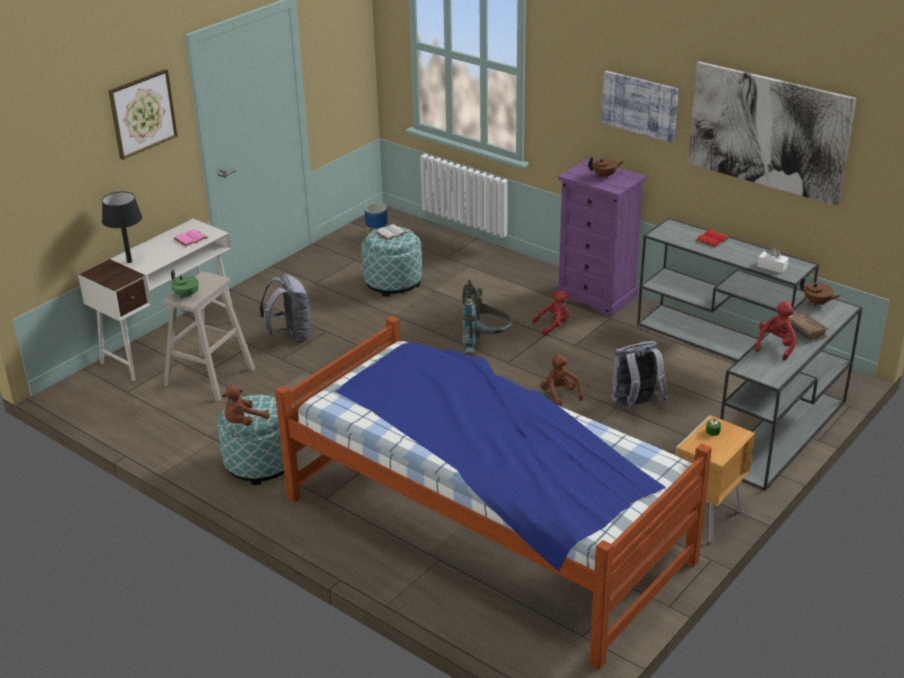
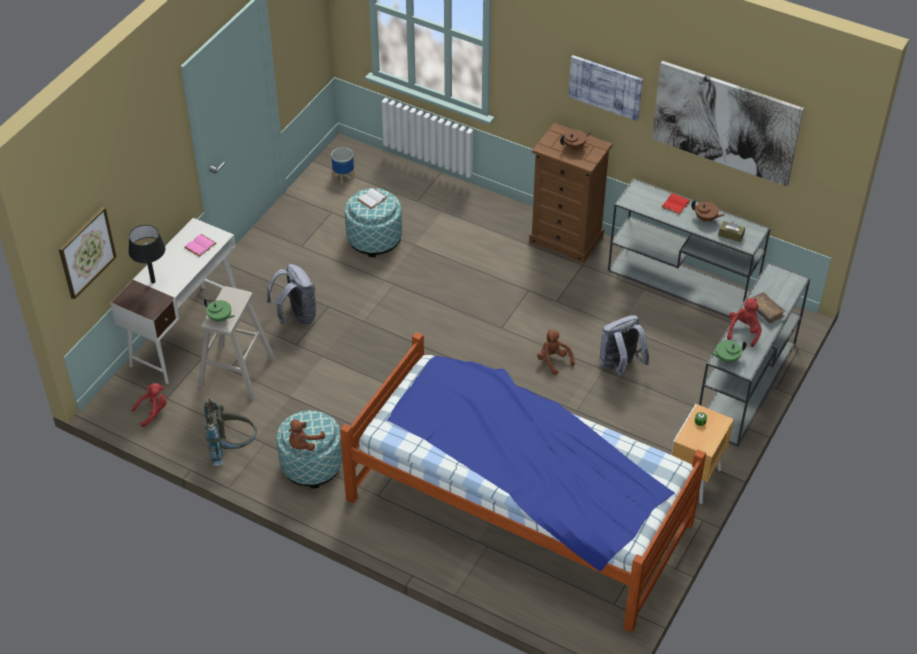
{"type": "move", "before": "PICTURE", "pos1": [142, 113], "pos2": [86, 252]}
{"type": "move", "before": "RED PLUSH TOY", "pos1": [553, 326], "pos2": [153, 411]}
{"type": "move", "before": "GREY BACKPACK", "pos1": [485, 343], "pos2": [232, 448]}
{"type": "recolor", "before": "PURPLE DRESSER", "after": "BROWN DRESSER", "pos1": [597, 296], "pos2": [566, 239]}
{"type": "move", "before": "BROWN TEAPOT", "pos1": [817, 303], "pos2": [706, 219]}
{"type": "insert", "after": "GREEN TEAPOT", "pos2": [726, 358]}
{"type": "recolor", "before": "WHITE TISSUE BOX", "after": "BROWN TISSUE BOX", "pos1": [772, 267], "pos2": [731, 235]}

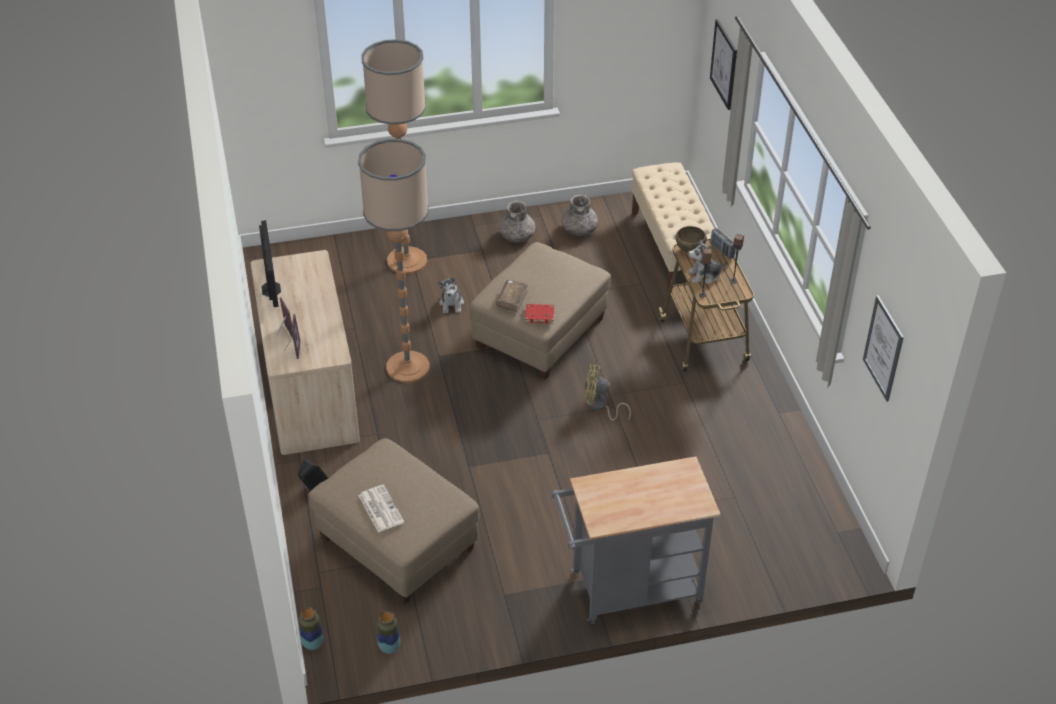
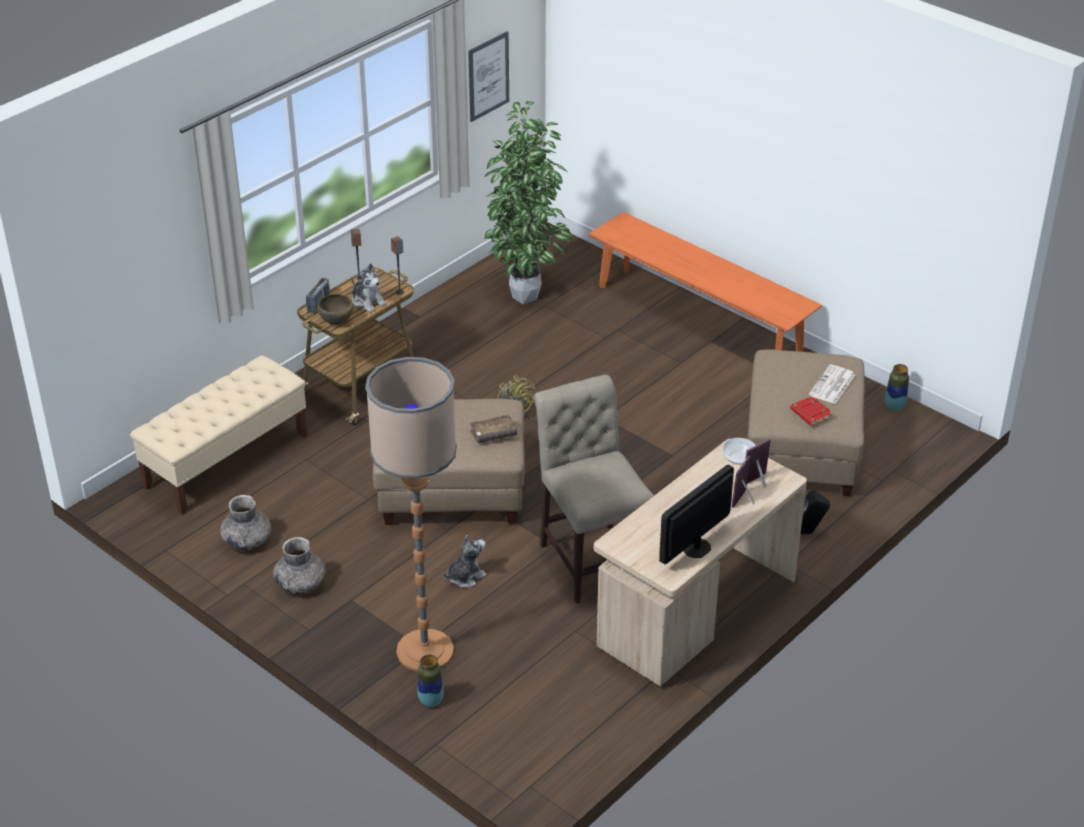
{"type": "move", "before": "VASE", "pos1": [313, 643], "pos2": [431, 701]}
{"type": "insert", "after": "POTTED PLANT", "pos2": [528, 295]}
{"type": "replace", "before": "FLOOR LAMP", "after": "BEIGE CHAIR", "pos1": [408, 367], "pos2": [592, 558]}
{"type": "replace", "before": "GREY CART", "after": "ORANGE BENCH", "pos1": [628, 590], "pos2": [698, 320]}
{"type": "insert", "after": "BOWL", "pos2": [739, 458]}
{"type": "move", "before": "RED BOOK", "pos1": [540, 315], "pos2": [810, 414]}
{"type": "delete", "before": "PICTURE", "pos1": [724, 64]}

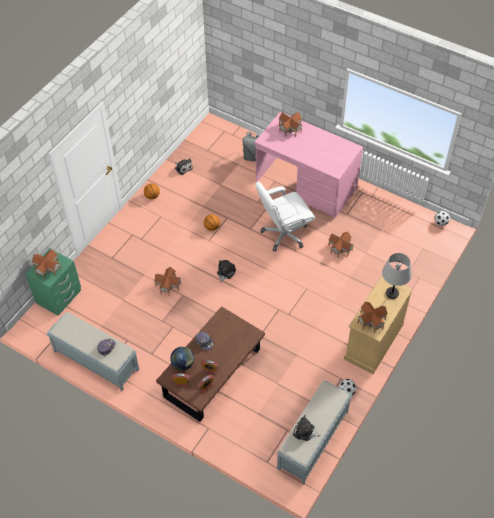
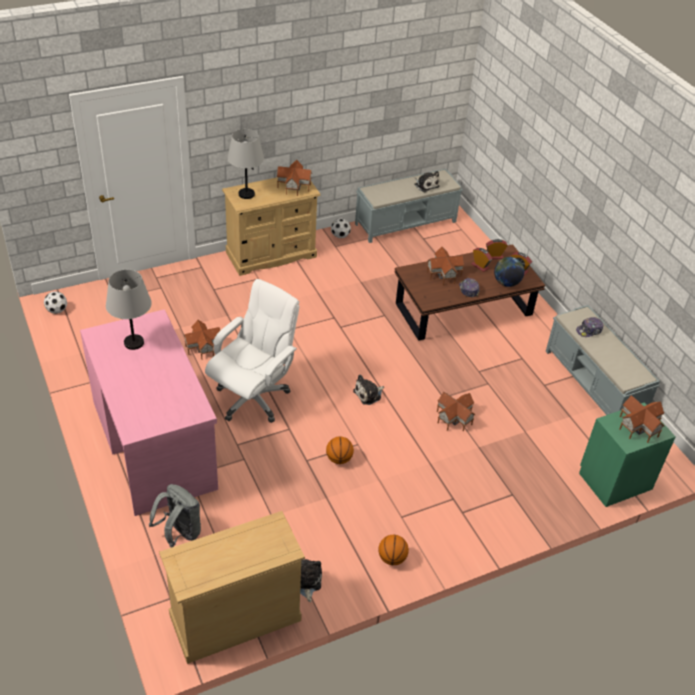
{"type": "insert", "after": "GREY TABLE LAMP", "pos2": [134, 343]}
{"type": "insert", "after": "BEIGE DRESSER", "pos2": [235, 617]}
{"type": "rotate", "before": "WHITE OFFICE CHAIR", "pos1": [284, 234], "pos2": [253, 398], "turn": -60}
{"type": "move", "before": "TOY HOUSE", "pos1": [290, 129], "pos2": [444, 273]}

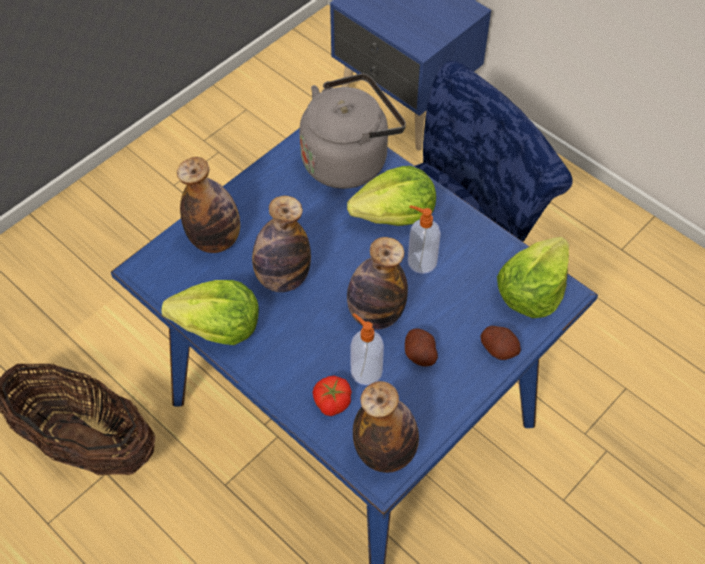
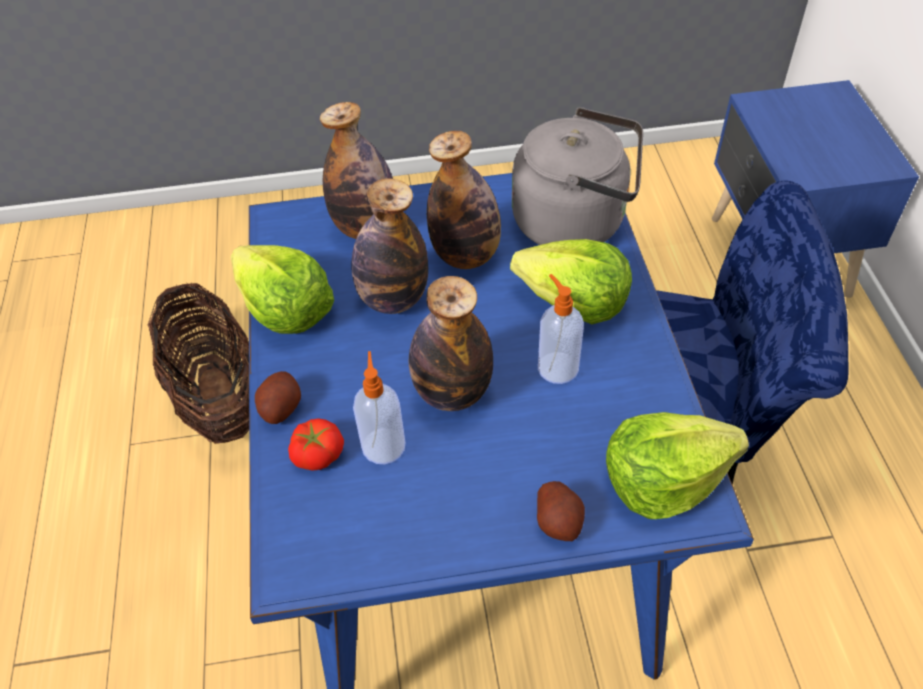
{"type": "move", "before": "POTATO", "pos1": [420, 354], "pos2": [280, 408]}
{"type": "move", "before": "BOTTLE", "pos1": [385, 452], "pos2": [466, 255]}

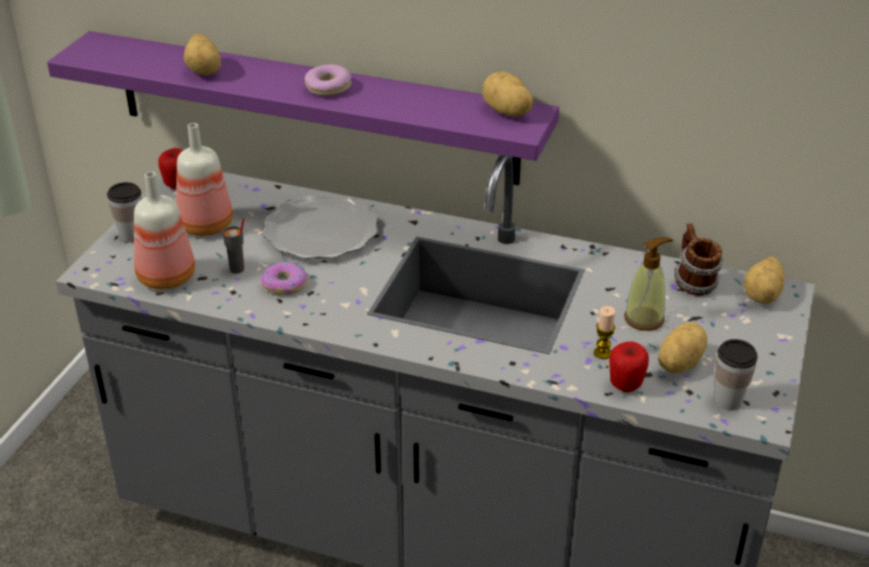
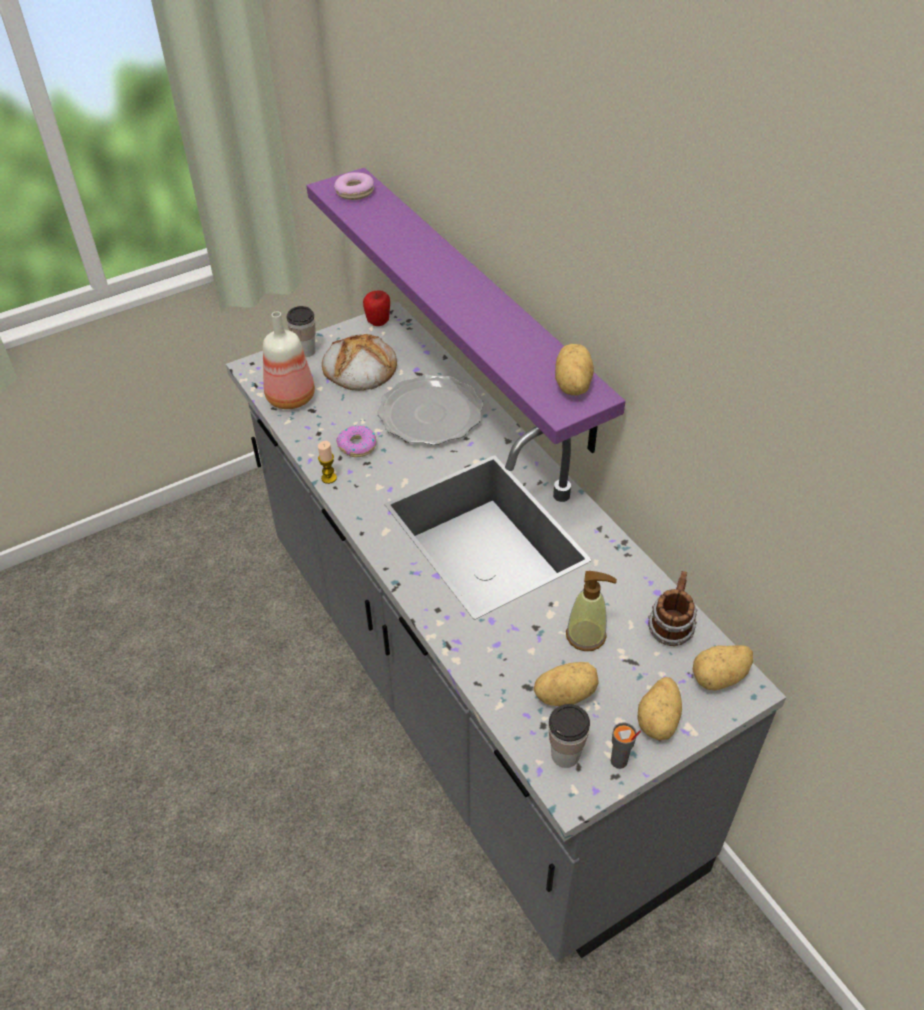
{"type": "move", "before": "CANDLE", "pos1": [602, 353], "pos2": [329, 478]}
{"type": "replace", "before": "BOTTLE", "after": "BREAD", "pos1": [206, 226], "pos2": [359, 368]}
{"type": "move", "before": "DONUT", "pos1": [328, 88], "pos2": [354, 192]}
{"type": "move", "before": "GREY CUP", "pos1": [237, 269], "pos2": [619, 761]}
{"type": "move", "before": "POTATO", "pos1": [205, 71], "pos2": [659, 720]}
{"type": "delete", "before": "APPLE", "pos1": [625, 385]}

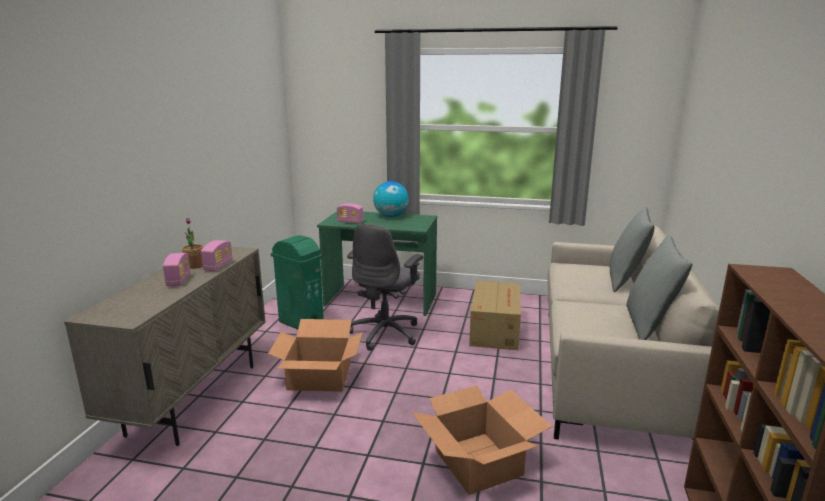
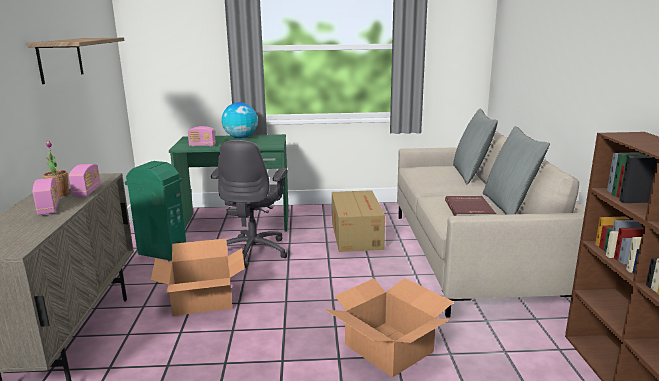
{"type": "insert", "after": "SHELF", "pos2": [60, 59]}
{"type": "insert", "after": "RED BOOK", "pos2": [470, 210]}

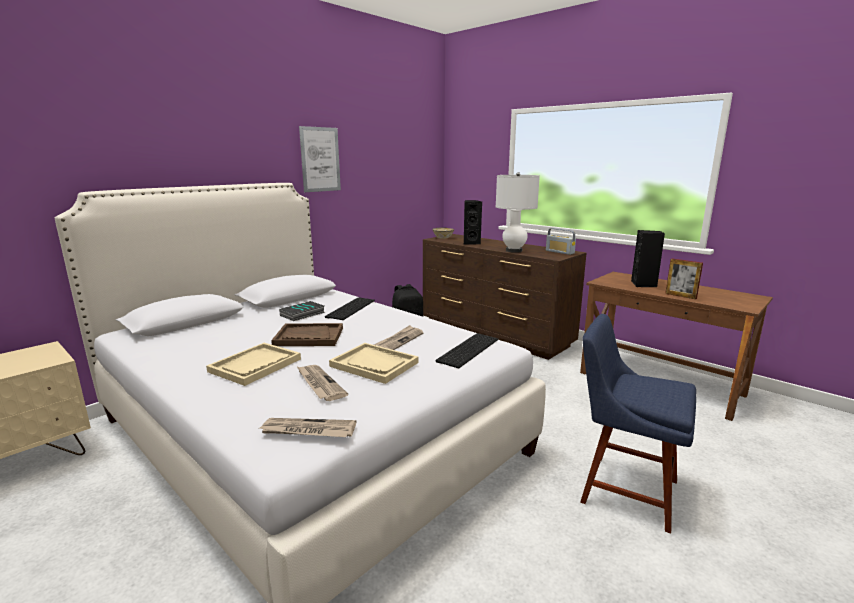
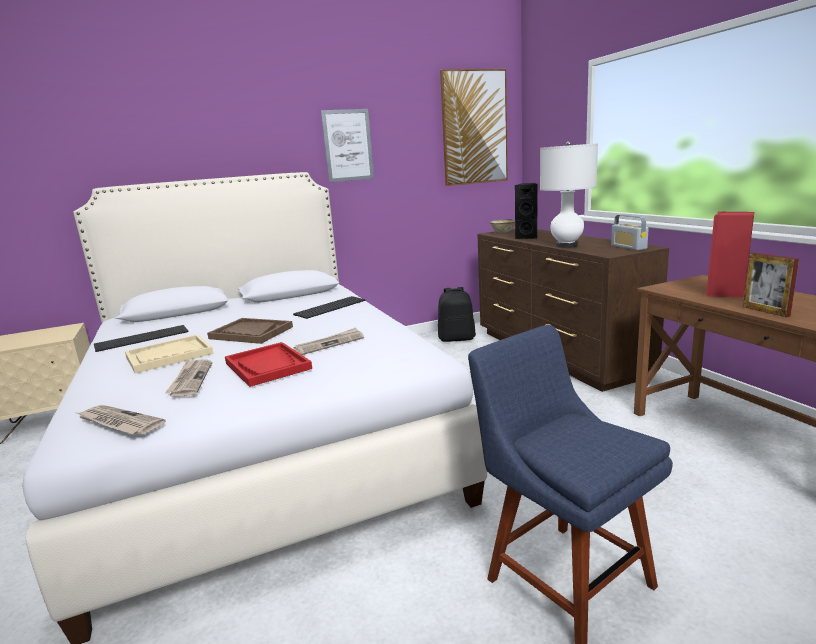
{"type": "move", "before": "KEYBOARD", "pos1": [467, 349], "pos2": [143, 338]}
{"type": "recolor", "before": "BEIGE TRAY", "after": "RED TRAY", "pos1": [374, 364], "pos2": [268, 366]}
{"type": "insert", "after": "PICTURE", "pos2": [474, 128]}
{"type": "recolor", "before": "BLACK SPEAKER", "after": "RED SPEAKER", "pos1": [644, 284], "pos2": [725, 293]}
{"type": "delete", "before": "BOOK", "pos1": [302, 314]}

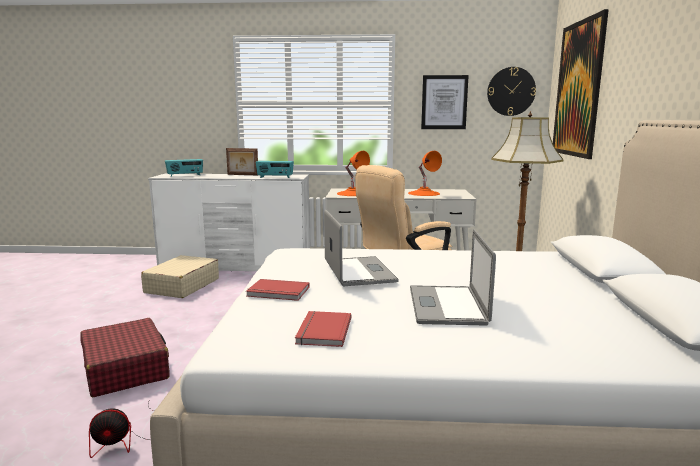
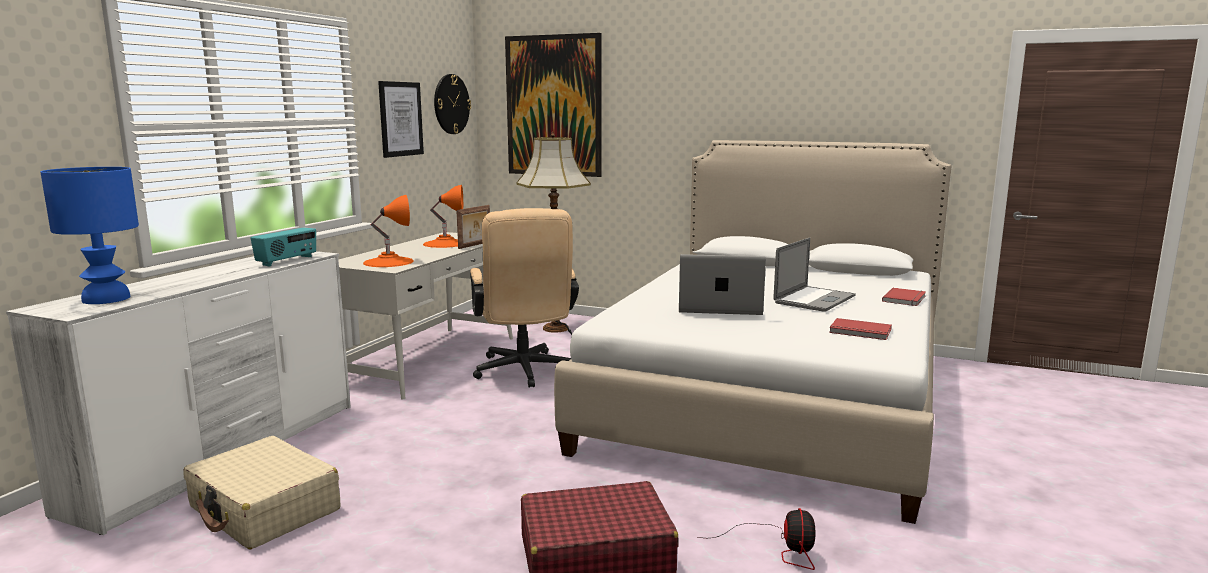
{"type": "replace", "before": "RADIO", "after": "BLUE TABLE LAMP", "pos1": [185, 175], "pos2": [106, 298]}
{"type": "move", "before": "PICTURE FRAME", "pos1": [242, 175], "pos2": [475, 245]}
{"type": "rotate", "before": "LAPTOP", "pos1": [447, 305], "pos2": [814, 299], "turn": -75}
{"type": "move", "before": "RED BOOK", "pos1": [278, 292], "pos2": [905, 299]}

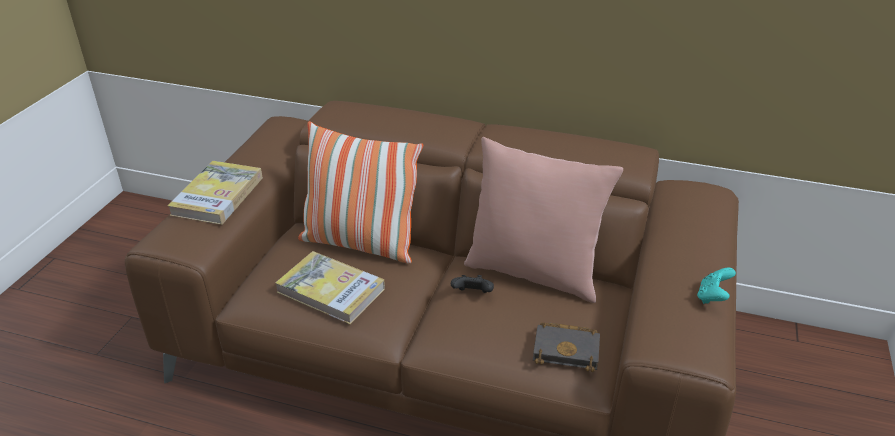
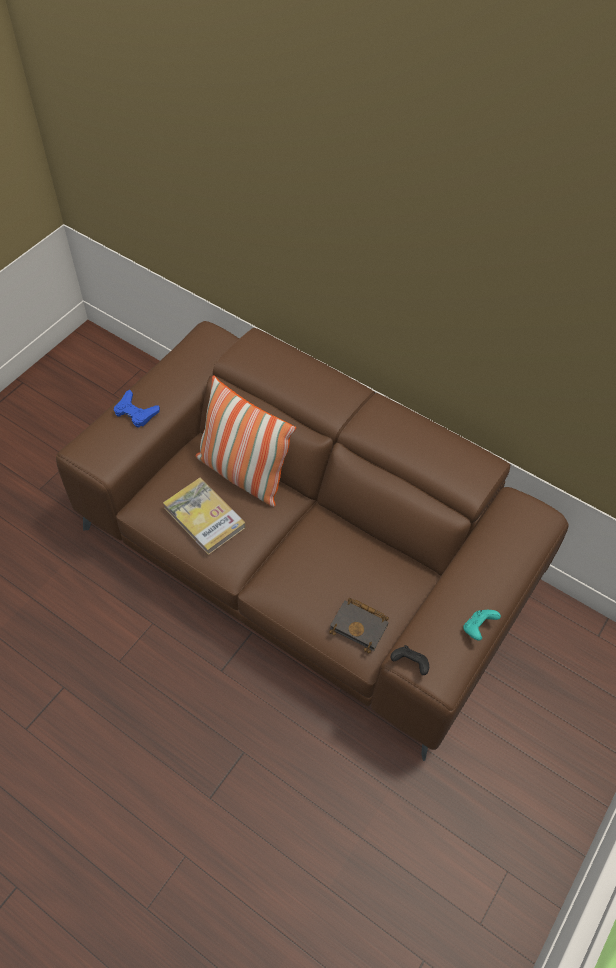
{"type": "replace", "before": "BOOK", "after": "BLUE GAME CONTROLLER", "pos1": [218, 196], "pos2": [135, 412]}
{"type": "move", "before": "BLACK GAME CONTROLLER", "pos1": [472, 294], "pos2": [409, 664]}
{"type": "delete", "before": "PINK PILLOW", "pos1": [533, 272]}

